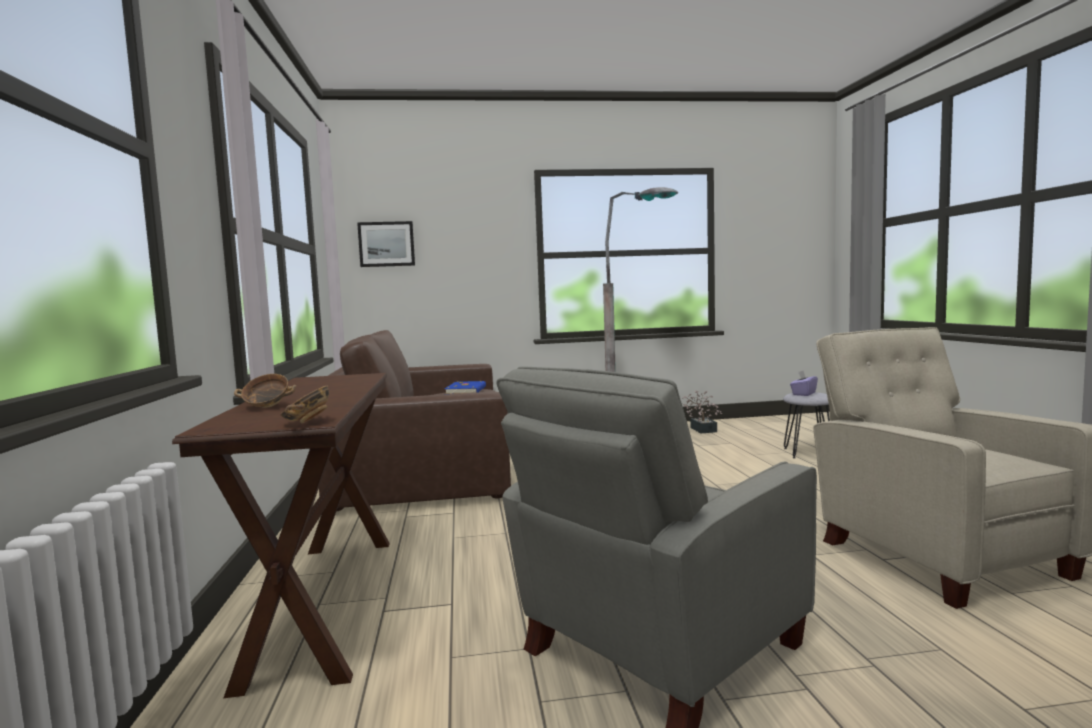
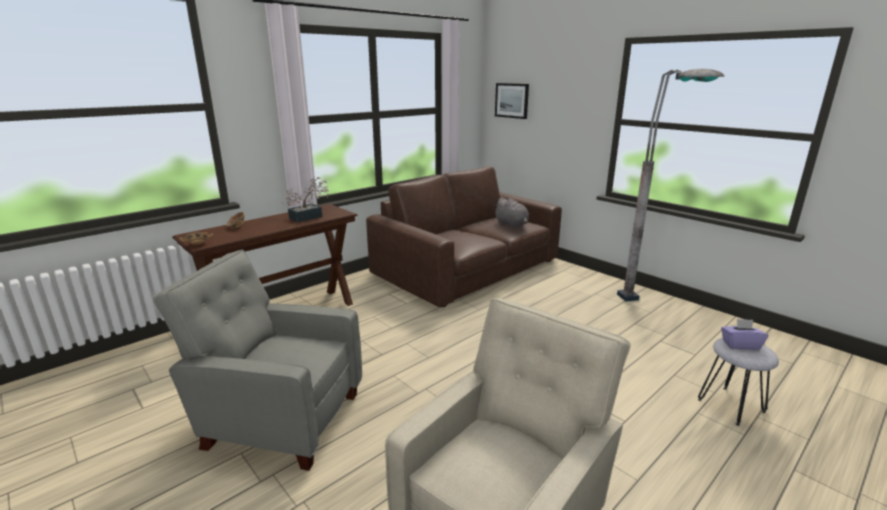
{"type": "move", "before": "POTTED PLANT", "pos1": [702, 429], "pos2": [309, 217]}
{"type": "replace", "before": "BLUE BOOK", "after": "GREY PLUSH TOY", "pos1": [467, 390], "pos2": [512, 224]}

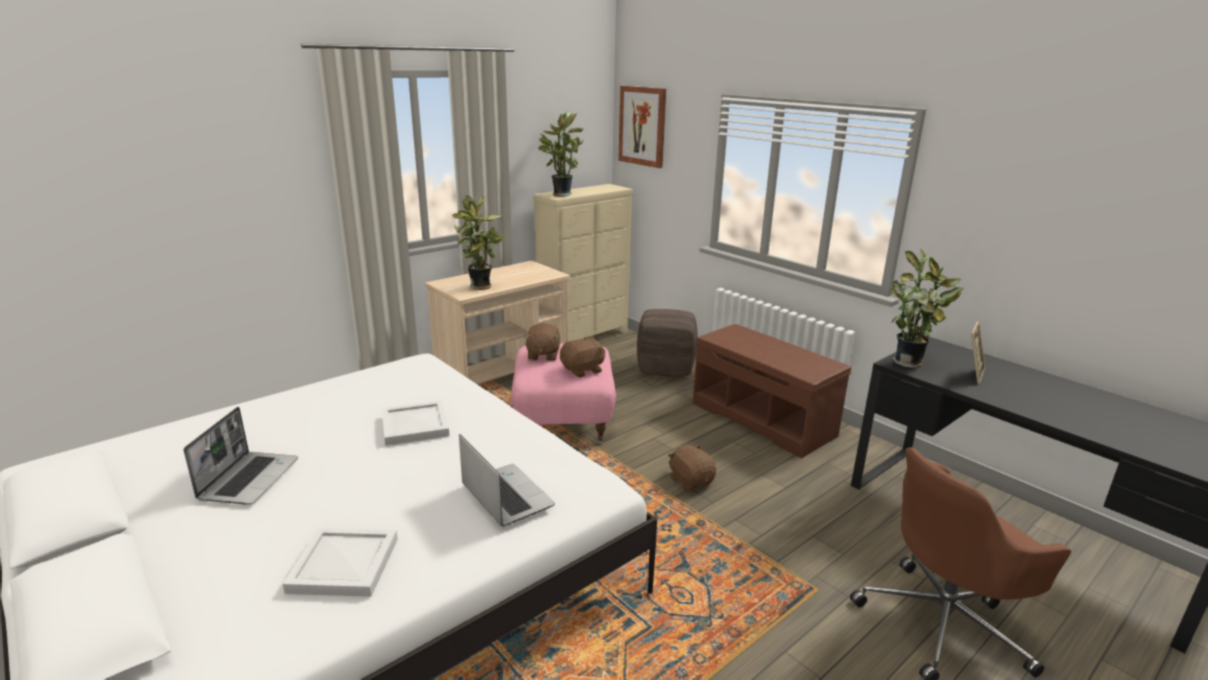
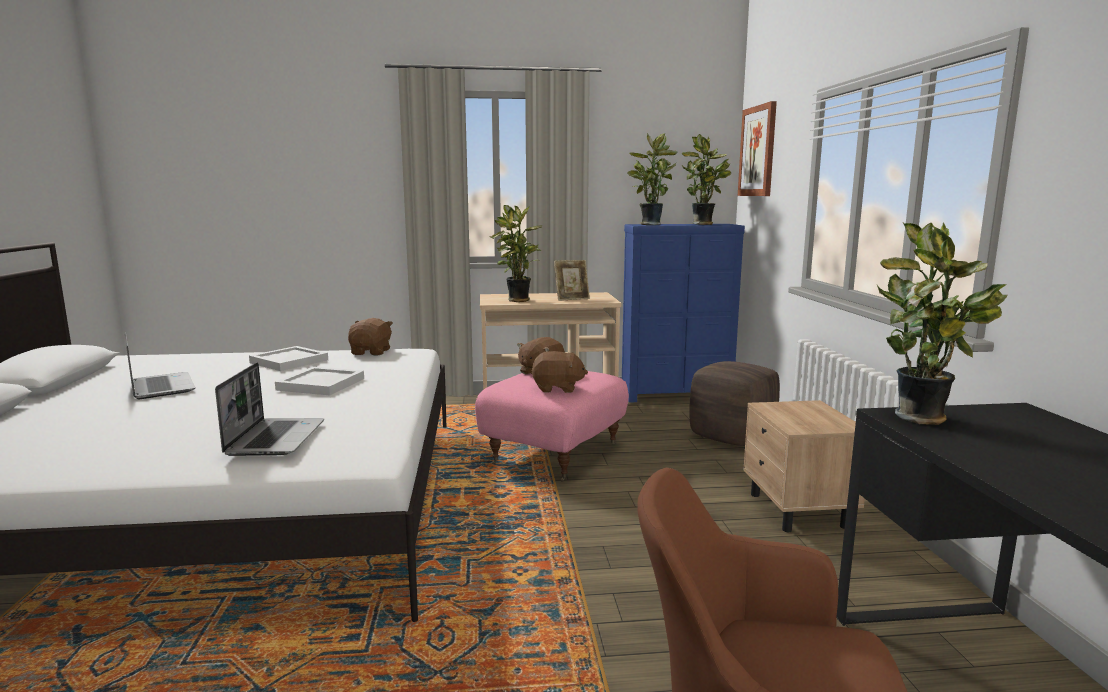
{"type": "rotate", "before": "LAPTOP", "pos1": [249, 479], "pos2": [160, 387], "turn": -75}
{"type": "move", "before": "WHITE TRAY", "pos1": [345, 566], "pos2": [289, 361]}
{"type": "move", "before": "BROWN PLUSH TOY", "pos1": [691, 480], "pos2": [371, 352]}
{"type": "move", "before": "PICTURE FRAME", "pos1": [972, 374], "pos2": [571, 299]}
{"type": "recolor", "before": "BEIGE DRESSER", "after": "BLUE DRESSER", "pos1": [584, 337], "pos2": [677, 395]}
{"type": "insert", "after": "POTTED PLANT", "pos2": [703, 224]}
{"type": "replace", "before": "BROWN BENCH", "after": "BEIGE NIGHTSTAND", "pos1": [764, 419], "pos2": [797, 511]}

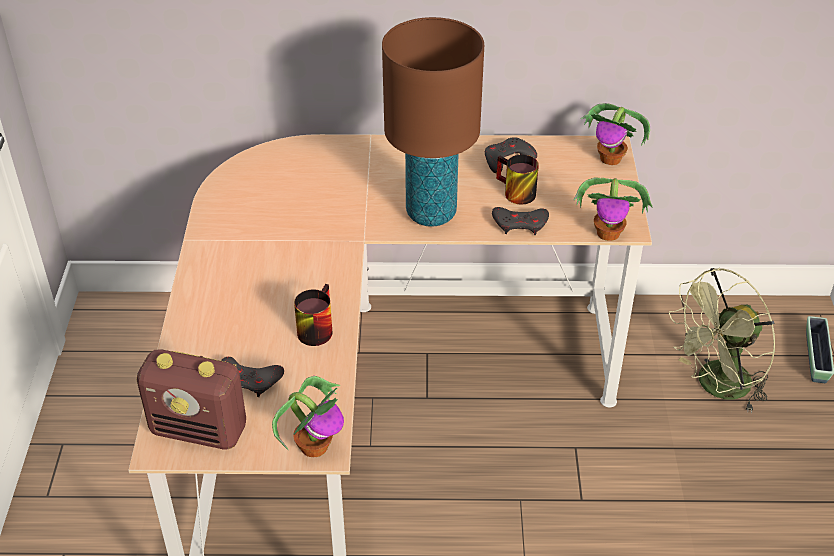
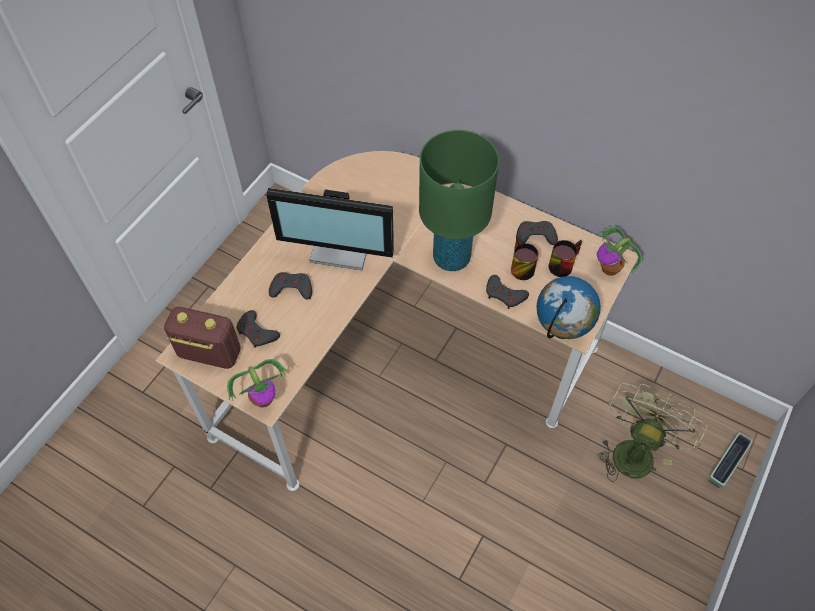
{"type": "rotate", "before": "RADIO", "pos1": [200, 430], "pos2": [208, 353], "turn": 150}
{"type": "insert", "after": "MONITOR", "pos2": [342, 247]}
{"type": "insert", "after": "GREY GAME CONTROLLER", "pos2": [291, 288]}
{"type": "recolor", "before": "BROWN TABLE LAMP", "after": "GREEN TABLE LAMP", "pos1": [431, 213], "pos2": [451, 258]}
{"type": "replace", "before": "POTTED PLANT", "after": "GLOBE", "pos1": [609, 233], "pos2": [561, 331]}
{"type": "move", "before": "MUG", "pos1": [314, 327], "pos2": [561, 263]}
{"type": "rotate", "before": "GREEN FAN", "pos1": [716, 387], "pos2": [634, 450], "turn": 120}

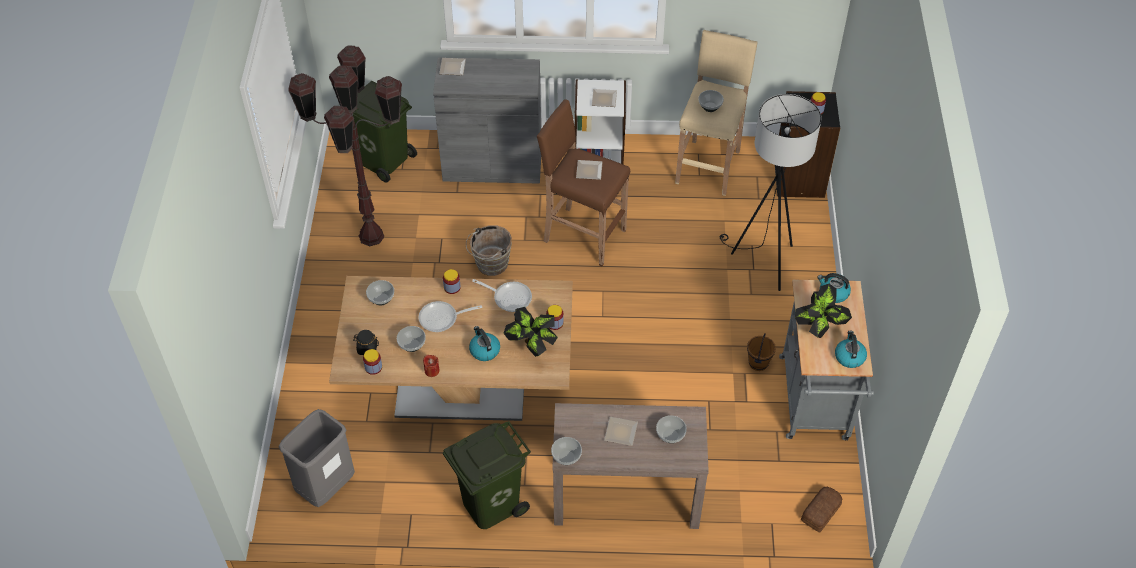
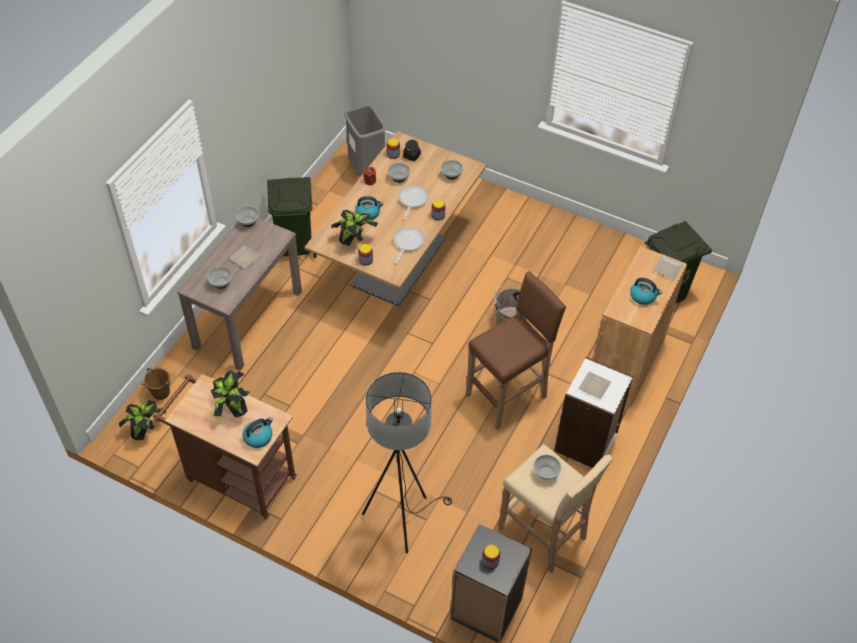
{"type": "replace", "before": "BREAD", "after": "POTTED PLANT", "pos1": [822, 512], "pos2": [146, 429]}
{"type": "move", "before": "BROWN BUCKET", "pos1": [758, 363], "pos2": [160, 393]}
{"type": "recolor", "before": "GREY CART", "after": "BROWN CART", "pos1": [815, 404], "pos2": [236, 477]}
{"type": "rotate", "before": "FRYING PAN", "pos1": [509, 297], "pos2": [407, 243], "turn": 150}
{"type": "recolor", "before": "GREY CABINET", "after": "BROWN CABINET", "pos1": [492, 164], "pos2": [626, 363]}
{"type": "move", "before": "KETTLE", "pos1": [849, 356], "pos2": [643, 296]}
{"type": "delete", "before": "BROWN FLOOR LAMP", "pos1": [371, 236]}
{"type": "delete", "before": "PLATE", "pos1": [588, 170]}

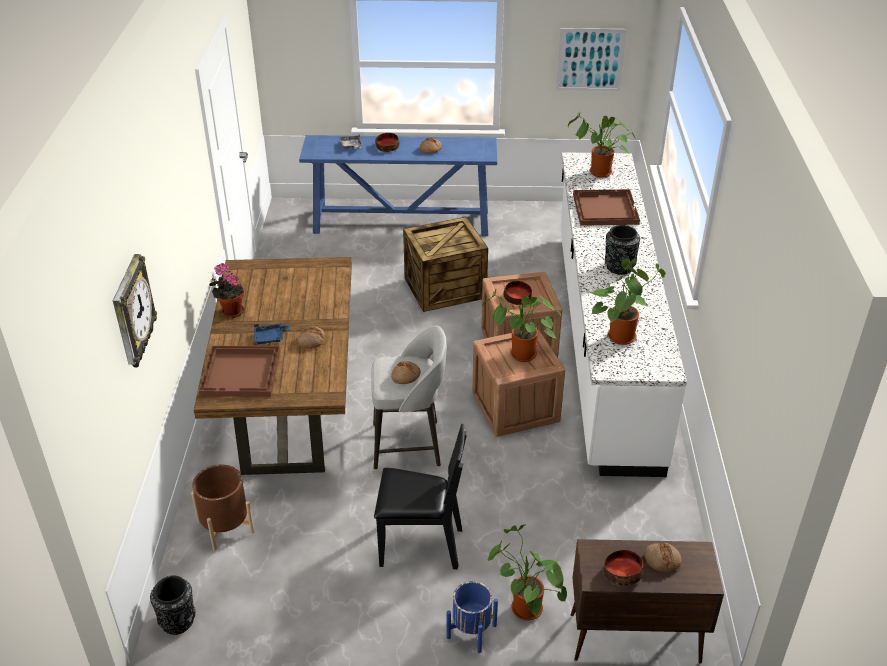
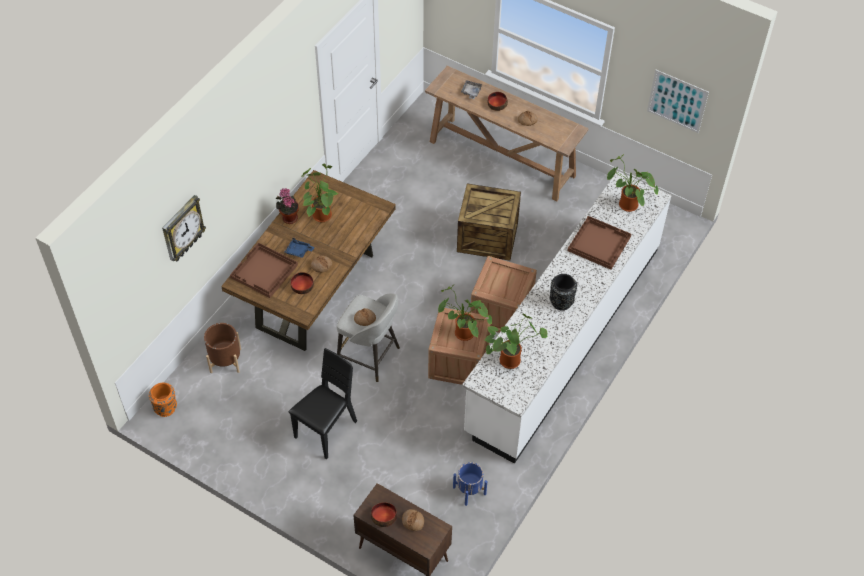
{"type": "recolor", "before": "BLACK VASE", "after": "ORANGE VASE", "pos1": [178, 620], "pos2": [166, 408]}
{"type": "rotate", "before": "BLACK CHAIR", "pos1": [420, 545], "pos2": [326, 430], "turn": -90}
{"type": "move", "before": "BOWL", "pos1": [517, 298], "pos2": [302, 286]}
{"type": "move", "before": "POTTED PLANT", "pos1": [523, 608], "pos2": [320, 214]}
{"type": "recolor", "before": "BLUE CONSOLE TABLE", "after": "BROWN CONSOLE TABLE", "pos1": [402, 222], "pos2": [502, 159]}
{"type": "move", "before": "BLUE PLANTER", "pos1": [471, 631], "pos2": [469, 490]}

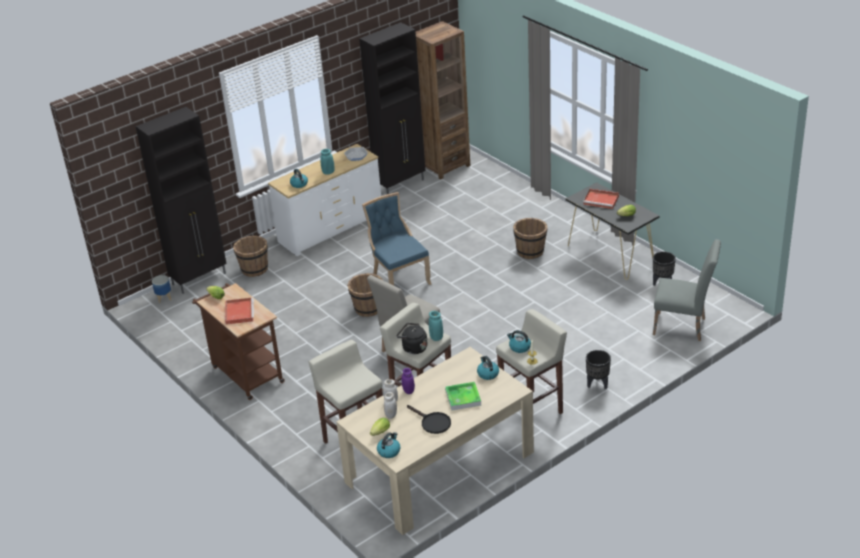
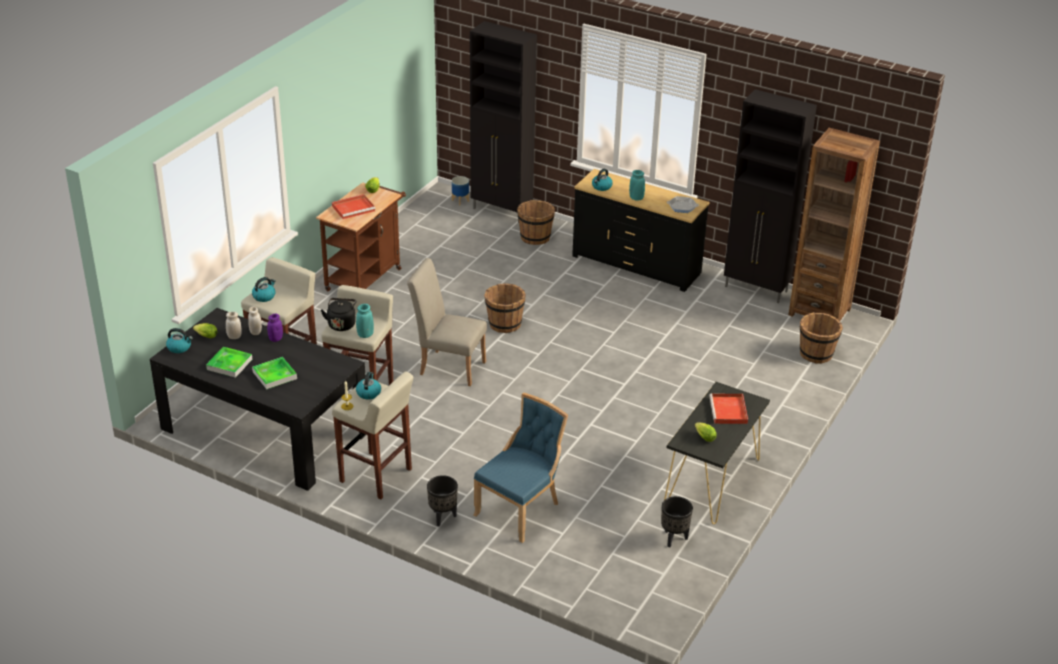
{"type": "recolor", "before": "BEIGE DINING TABLE", "after": "BLACK DINING TABLE", "pos1": [439, 467], "pos2": [264, 430]}
{"type": "replace", "before": "BLACK FRYING PAN", "after": "TRAY", "pos1": [432, 423], "pos2": [229, 364]}
{"type": "move", "before": "KETTLE", "pos1": [487, 374], "pos2": [264, 296]}
{"type": "move", "before": "BLUE CHAIR", "pos1": [398, 278], "pos2": [521, 509]}
{"type": "recolor", "before": "WHITE DRESSER", "after": "BLACK DRESSER", "pos1": [330, 229], "pos2": [636, 264]}
{"type": "move", "before": "BROWN BUCKET", "pos1": [530, 251], "pos2": [816, 354]}
{"type": "delete", "before": "GREY CHAIR", "pos1": [684, 327]}

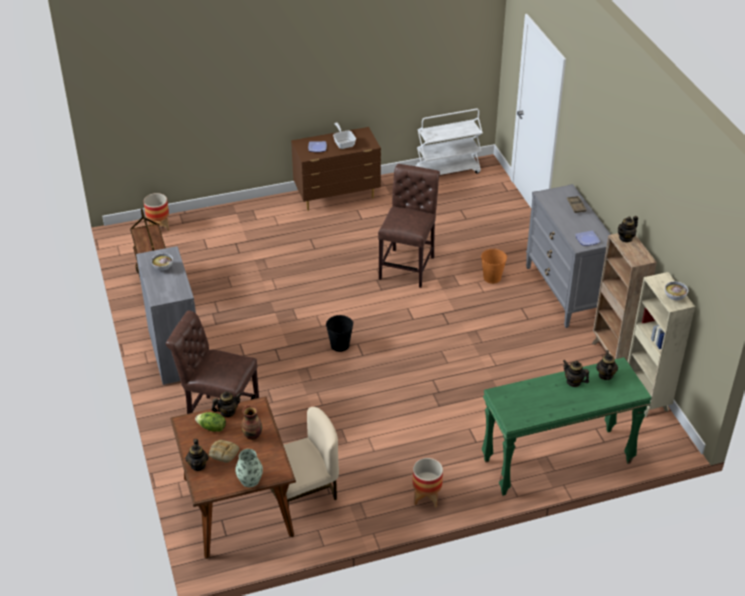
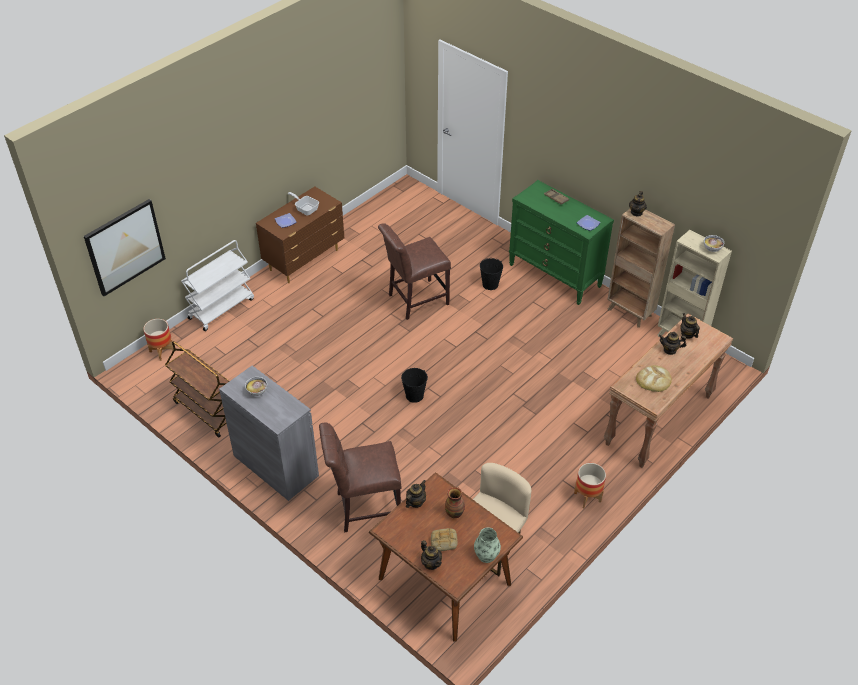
{"type": "insert", "after": "PICTURE", "pos2": [125, 247]}
{"type": "move", "before": "WHITE CART", "pos1": [447, 171], "pos2": [221, 308]}
{"type": "rotate", "before": "BROWN CHAIR", "pos1": [408, 265], "pos2": [415, 300], "turn": -105}
{"type": "recolor", "before": "ORANGE BUCKET", "after": "BLACK BUCKET", "pos1": [492, 278], "pos2": [490, 284]}
{"type": "recolor", "before": "GREY DRESSER", "after": "GREEN DRESSER", "pos1": [564, 293], "pos2": [555, 275]}
{"type": "recolor", "before": "GREEN CONSOLE TABLE", "after": "BROWN CONSOLE TABLE", "pos1": [557, 462], "pos2": [659, 421]}
{"type": "insert", "after": "BREAD", "pos2": [653, 380]}
{"type": "delete", "before": "LETTUCE", "pos1": [212, 428]}

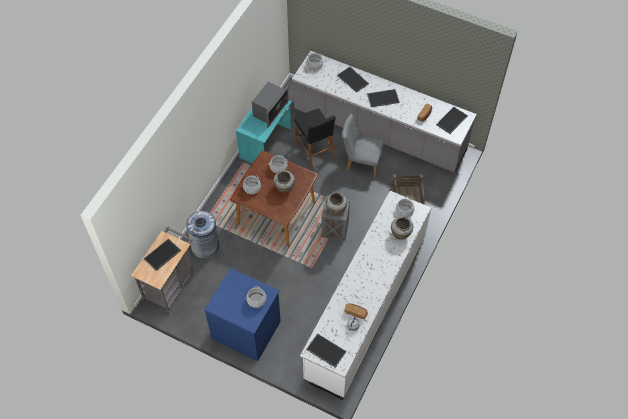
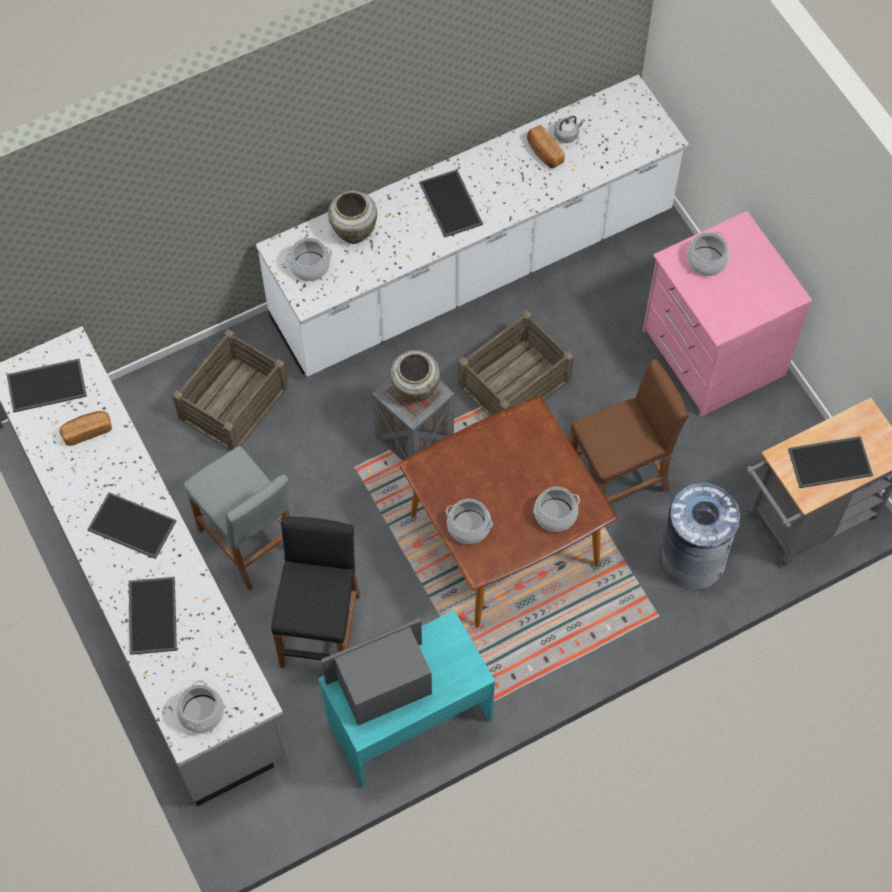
{"type": "replace", "before": "GREY CHAIR", "after": "GREY STOOL", "pos1": [361, 162], "pos2": [249, 541]}
{"type": "move", "before": "TRAY", "pos1": [325, 350], "pos2": [452, 204]}
{"type": "insert", "after": "CRATE", "pos2": [515, 382]}
{"type": "insert", "after": "BROWN STOOL", "pos2": [618, 480]}
{"type": "recolor", "before": "BLUE DRESSER", "after": "PINK DRESSER", "pos1": [247, 329], "pos2": [711, 353]}
{"type": "delete", "before": "BEIGE VASE", "pos1": [284, 188]}

